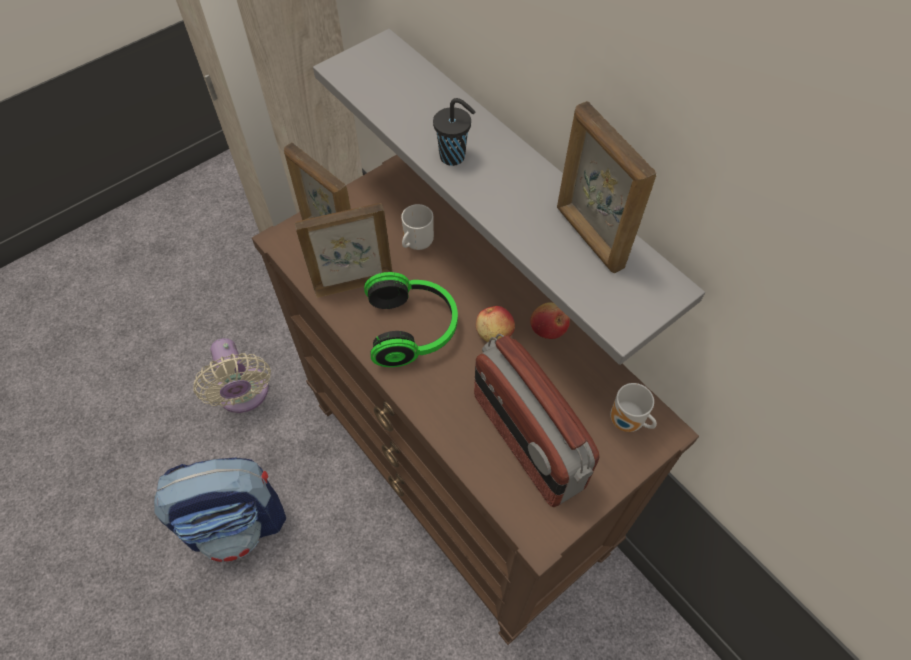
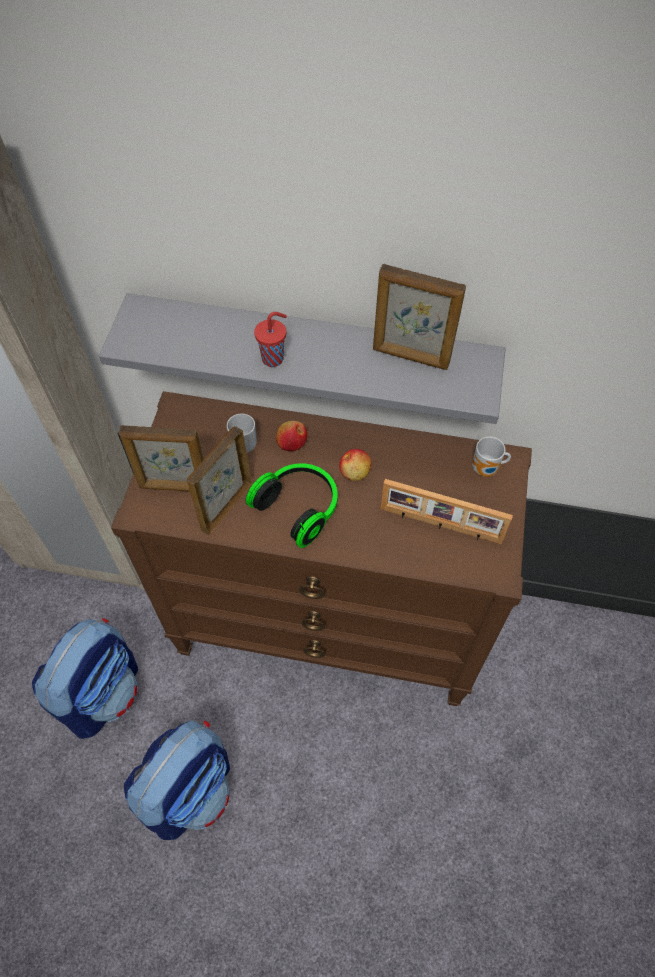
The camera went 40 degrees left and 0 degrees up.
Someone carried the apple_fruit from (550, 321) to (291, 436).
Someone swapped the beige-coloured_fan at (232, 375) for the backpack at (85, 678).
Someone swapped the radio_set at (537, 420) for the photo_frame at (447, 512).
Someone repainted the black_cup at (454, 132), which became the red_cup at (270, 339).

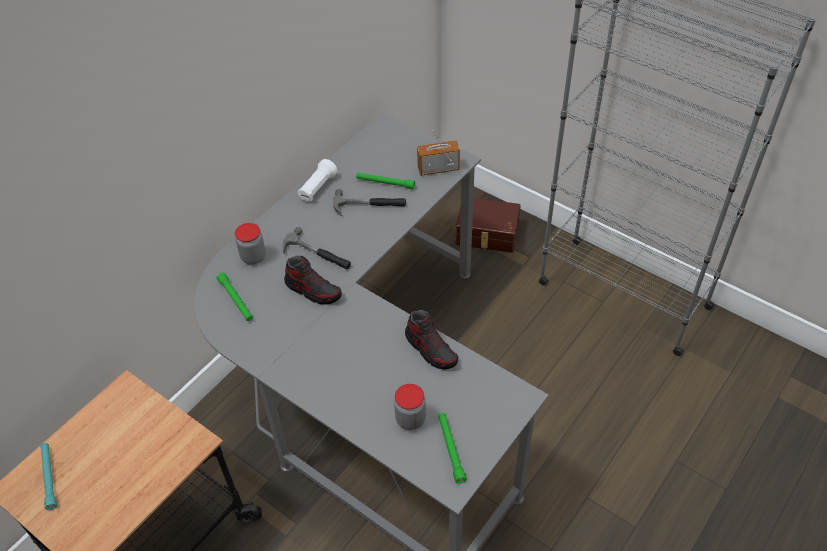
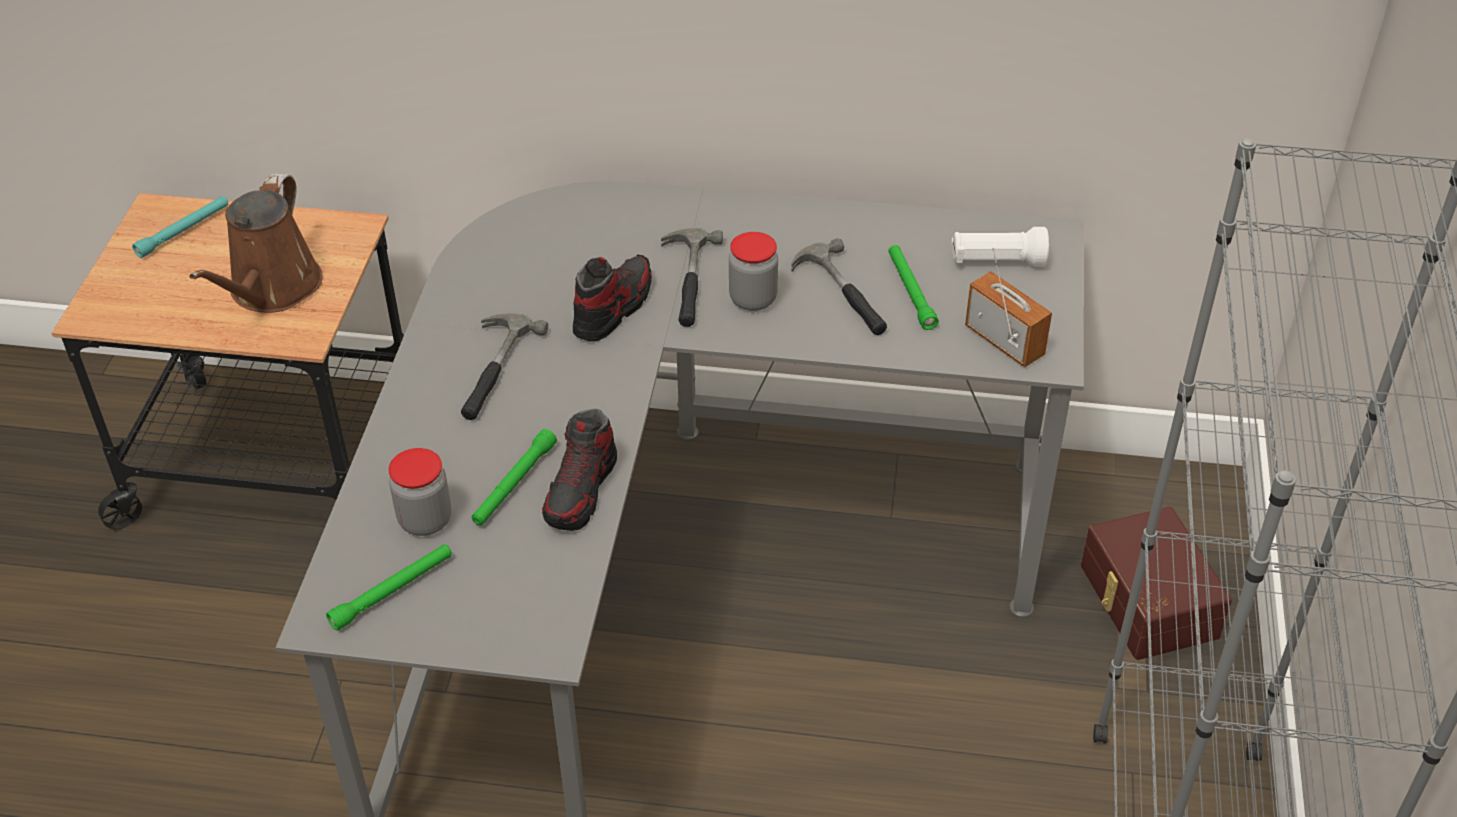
The camera went 60 degrees right and 5 degrees down.
Someone put down the brownish_watering_can at (256, 243).
Someone put down the hand_hammer at (504, 366).
Someone carried the green-coloured_flashlight from (235, 296) to (514, 477).
Someone carried the jar from (250, 244) to (753, 271).
Someone carried the white_flashlight from (317, 180) to (1000, 246).
Someone rotated the shoe at (313, 280) by 150 degrees counterclockwise.

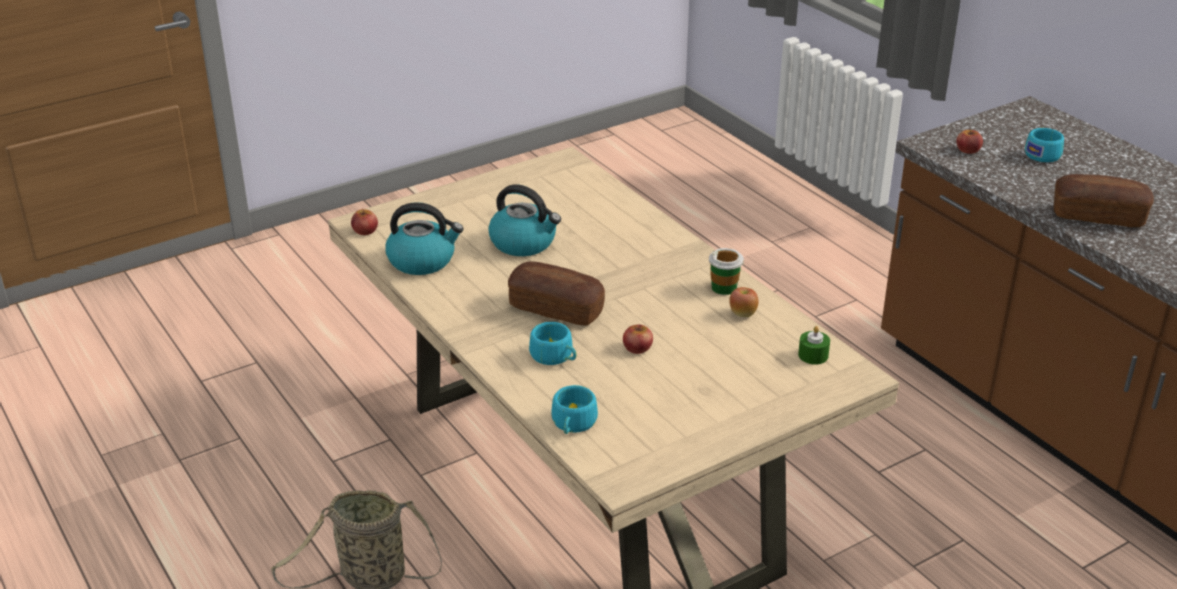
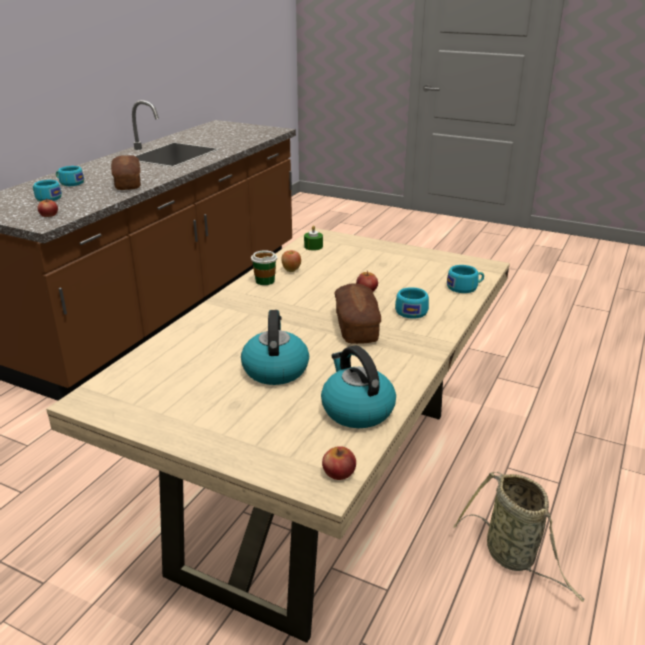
The camera went 120 degrees left and 5 degrees down.
Someone put down the turquoise-coloured_cup at (70, 176).

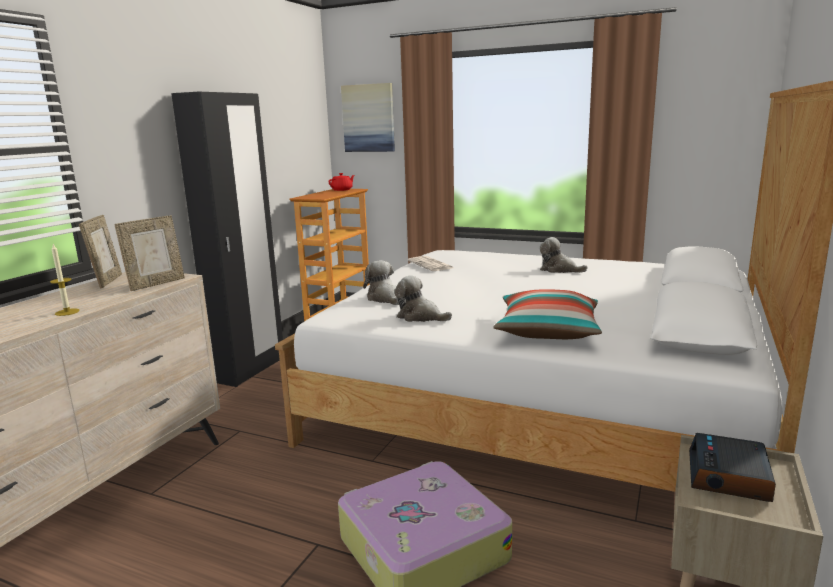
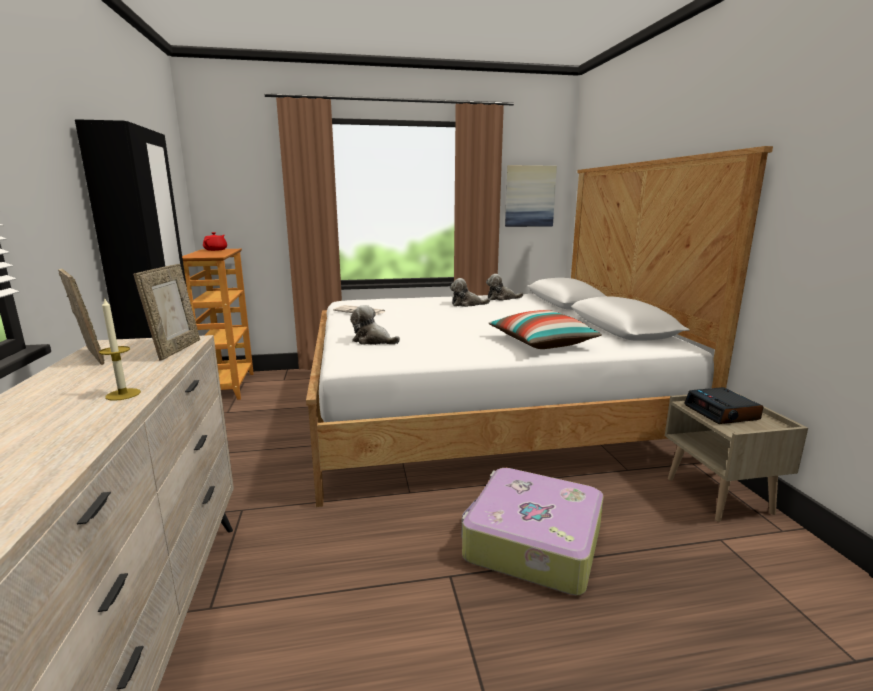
The camera went 35 degrees left and 0 degrees up.
Someone carried the wall_art from (368, 117) to (531, 196).
Someone carried the plush_toy from (423, 298) to (504, 287).

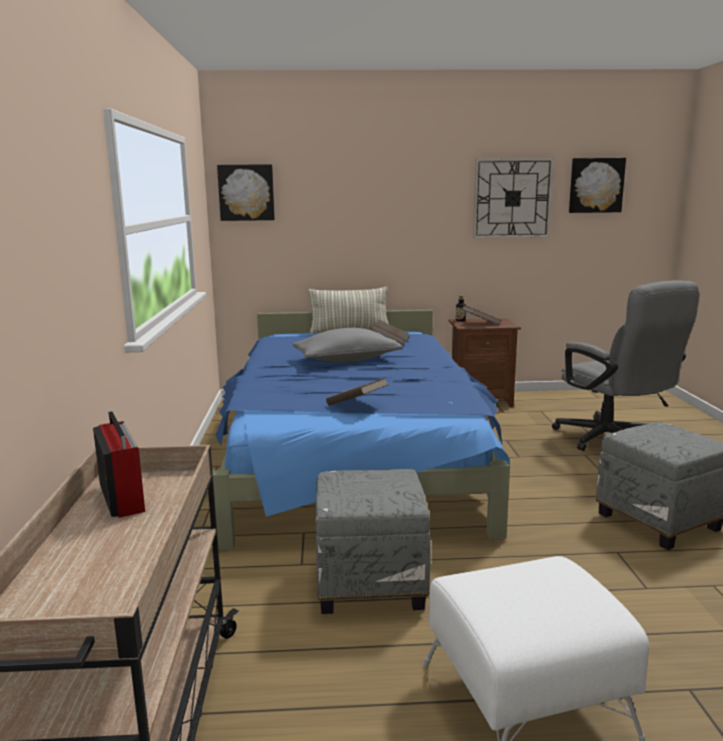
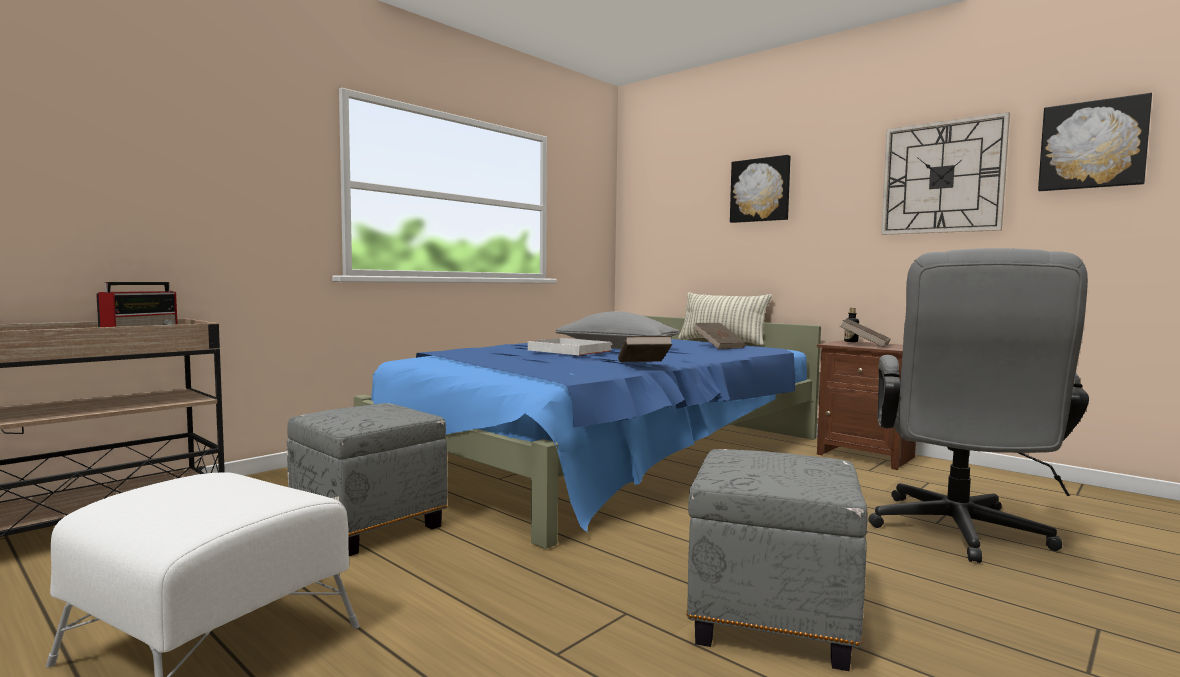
The camera went 45 degrees right and 10 degrees down.
Someone put down the white_tray at (570, 346).
Someone carried the wall_art from (246, 192) to (760, 189).
Someone carried the brownish_bound_book from (357, 392) to (645, 349).

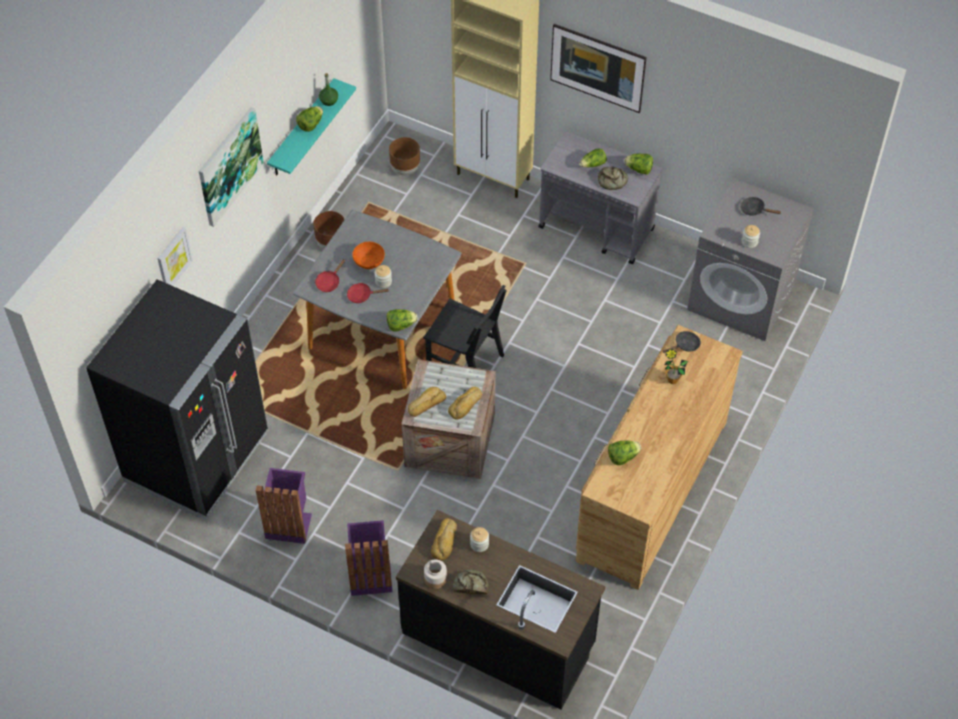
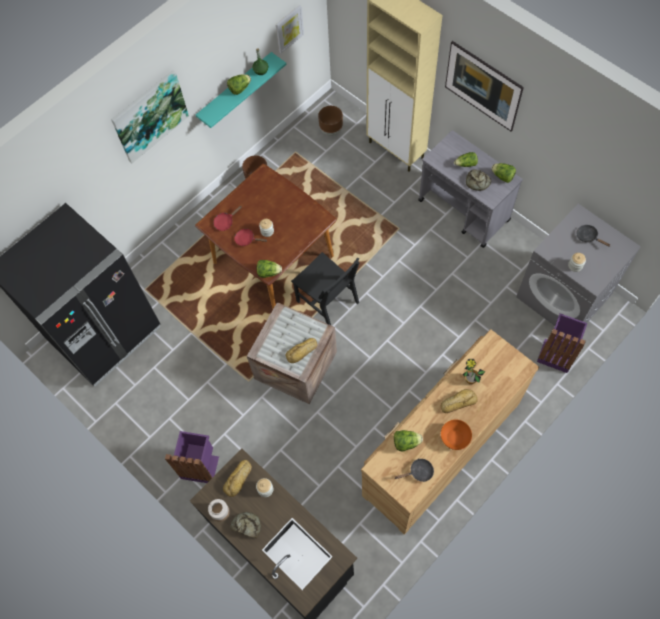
The camera went 20 degrees right and 10 degrees up.
Someone carried the wall_art from (175, 256) to (290, 29).
Someone carried the purple-coloured_waste_bin from (284, 506) to (562, 343).
Someone carried the orange_deep_dish from (368, 255) to (456, 434).
Someone carried the bakery_bread from (427, 402) to (459, 401).
Someone carried the black_frying_pan from (682, 342) to (414, 470).
Someone repainted the gray_dining_table at (377, 299), which became the brownish_dining_table at (266, 236).

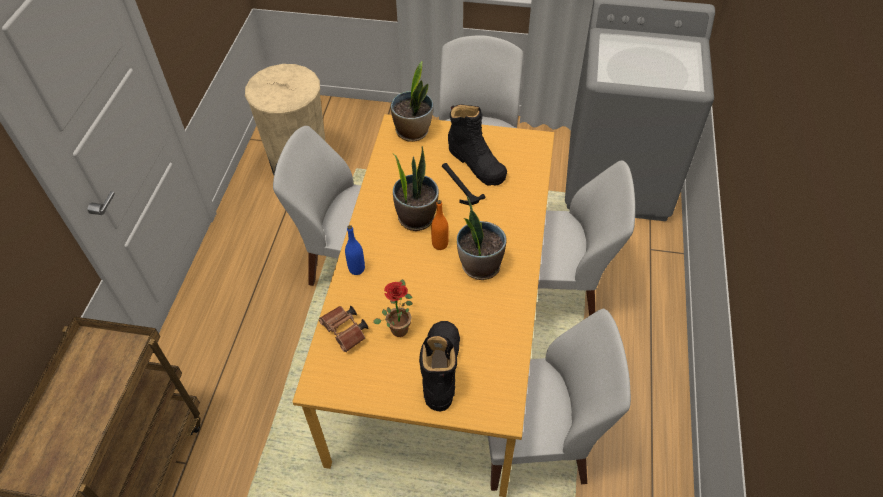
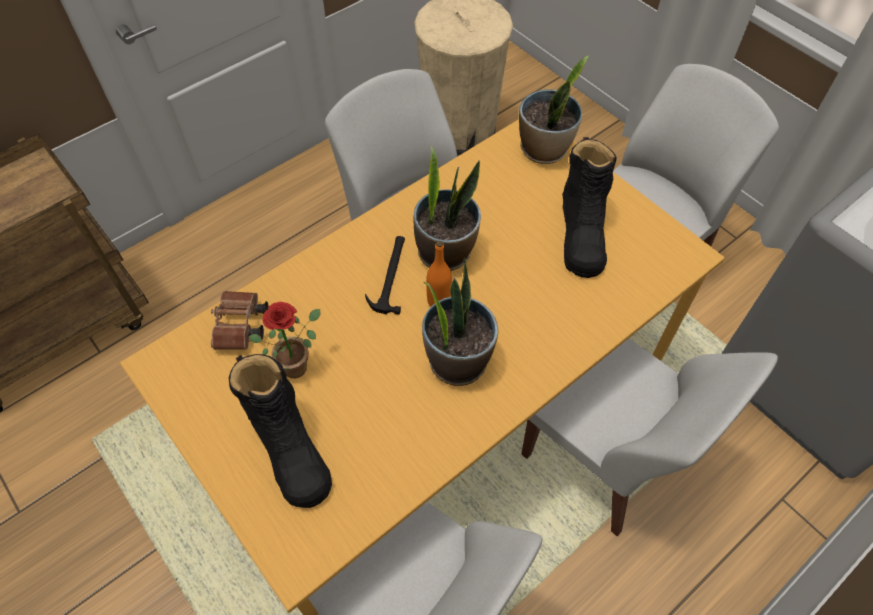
The camera went 40 degrees right and 5 degrees up.
Someone took away the blue-coloured_beverage_bottle at (355, 250).
Someone carried the hand_hammer from (463, 184) to (385, 275).
Someone rotated the black_high-top_boot at (439, 366) by 105 degrees clockwise.

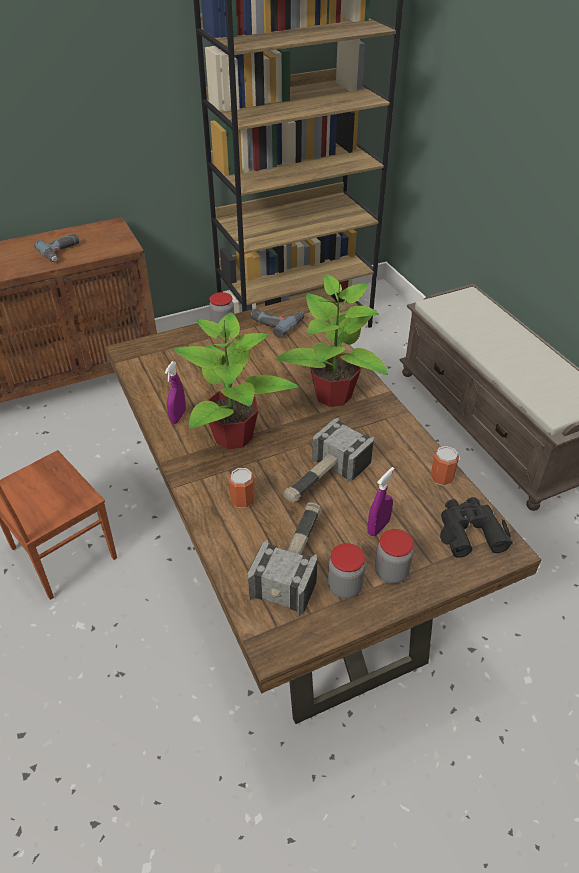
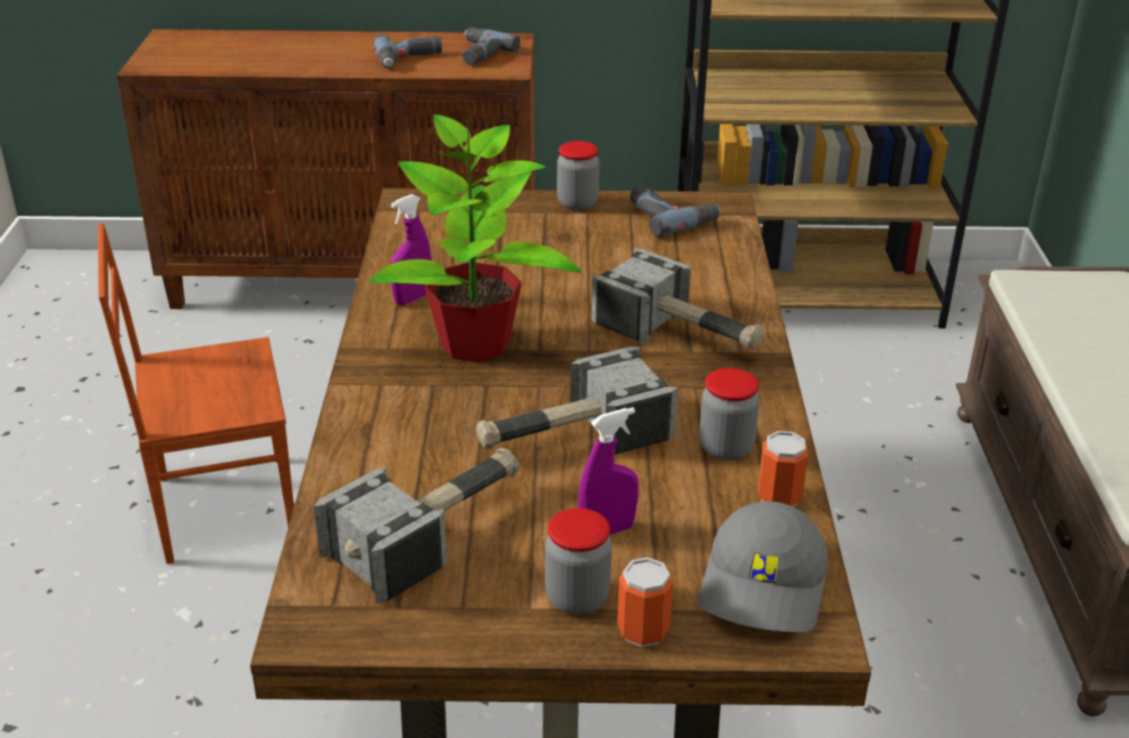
The camera went 25 degrees right and 10 degrees down.
Someone put down the electric_drill at (491, 46).
Someone carried the metal_can from (242, 488) to (645, 602).
Someone carried the jar from (346, 571) to (729, 414).
Someone swapped the potted_plant at (332, 340) for the hand_hammer at (678, 299).
Someone swapped the black_field_glasses at (476, 527) for the gray_baseball_cap at (763, 566).

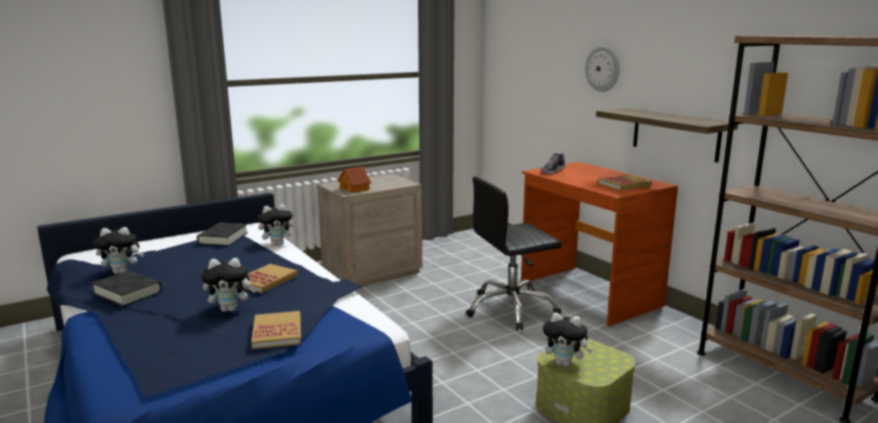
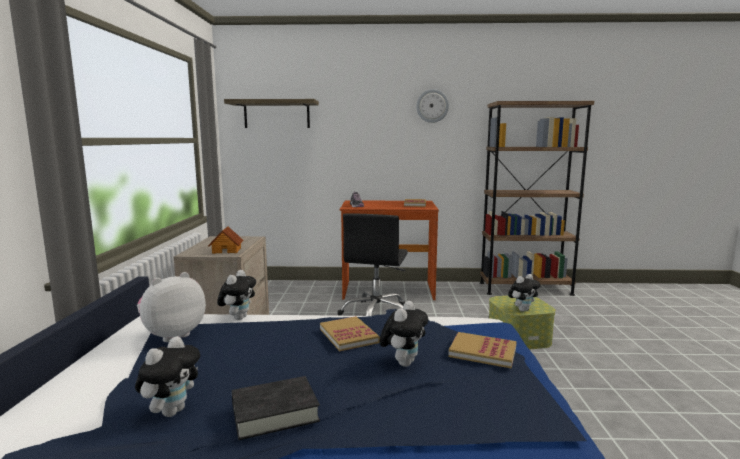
The camera went 55 degrees left and 5 degrees down.
Someone carried the wall_clock from (602, 69) to (432, 106).
Someone carried the wall_shelf from (667, 135) to (271, 113).
Someone swapped the black_bound_book at (222, 234) for the plush_toy at (171, 307).

